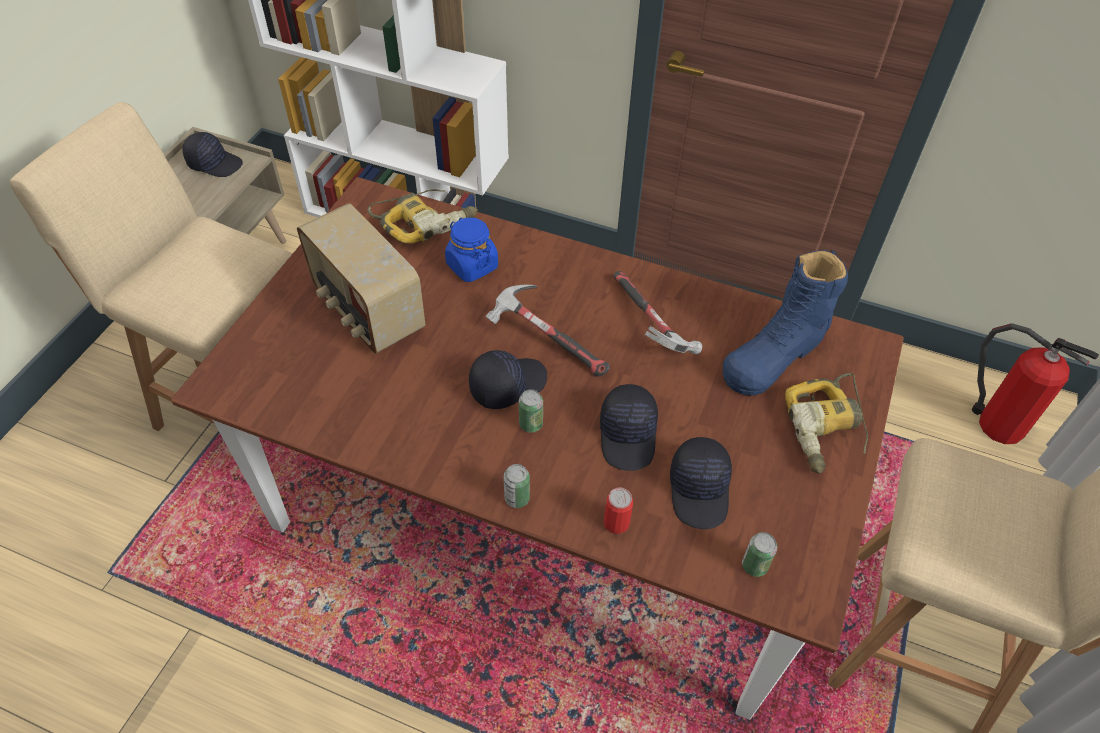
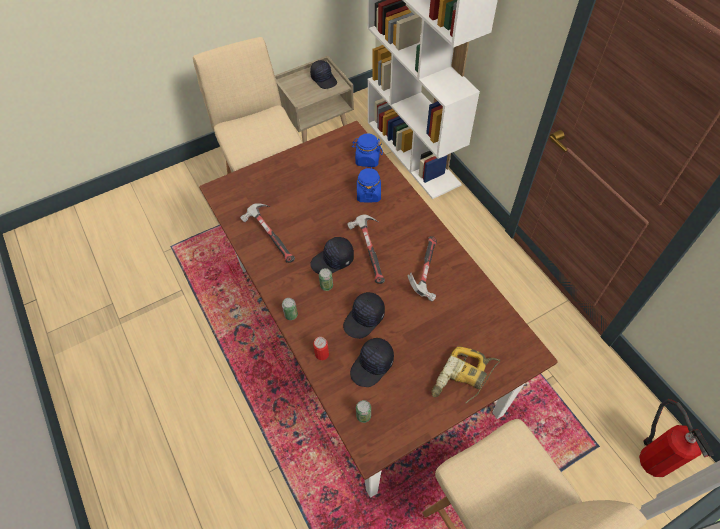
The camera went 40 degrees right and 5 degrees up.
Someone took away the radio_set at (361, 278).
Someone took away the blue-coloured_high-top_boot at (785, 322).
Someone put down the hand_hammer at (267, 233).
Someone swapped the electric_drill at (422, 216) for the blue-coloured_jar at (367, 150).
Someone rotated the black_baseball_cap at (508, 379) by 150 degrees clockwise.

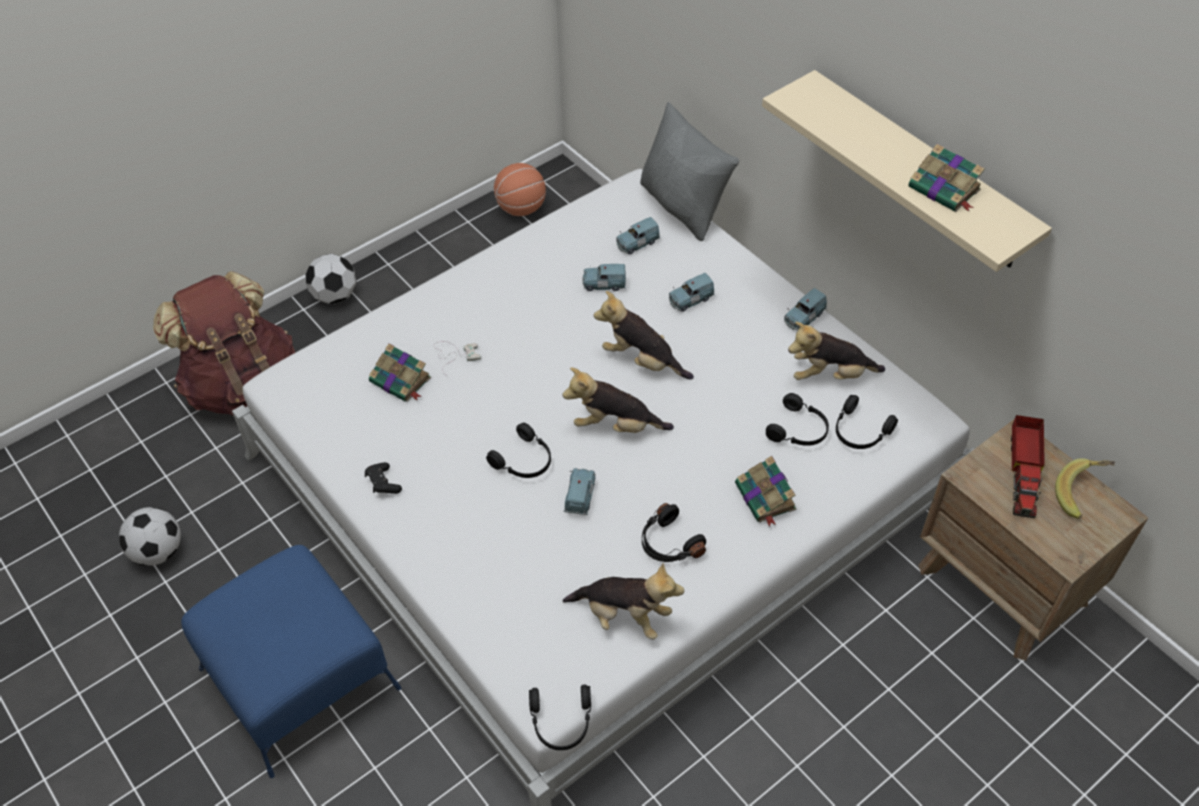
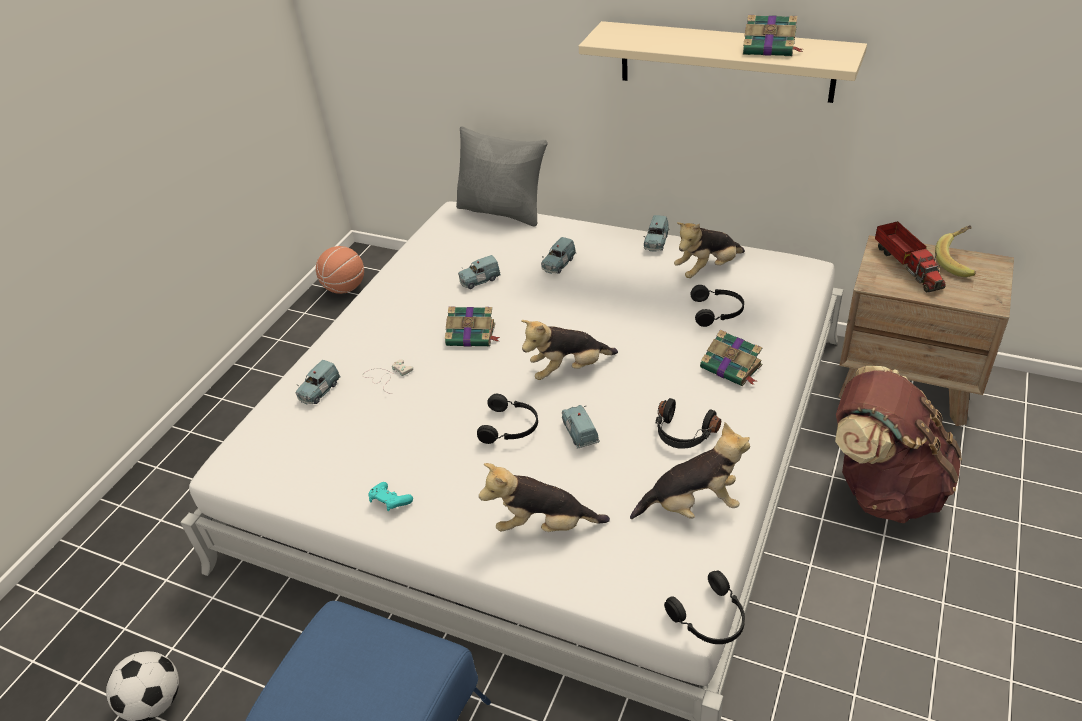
The camera went 25 degrees left and 10 degrees down.
Someone took away the football_ball at (330, 279).
Someone took away the black_headphones at (867, 422).
Someone carried the brownish_backpack from (224, 343) to (898, 444).
Someone carried the bound_book from (400, 373) to (472, 327).
Someone carried the plush_toy from (644, 335) to (544, 497).
Someone carried the blue-coloured_model_car from (638, 236) to (318, 382).
Someone repainted the black_joypad at (383, 478), which became the turquoise-coloured_joypad at (390, 496).

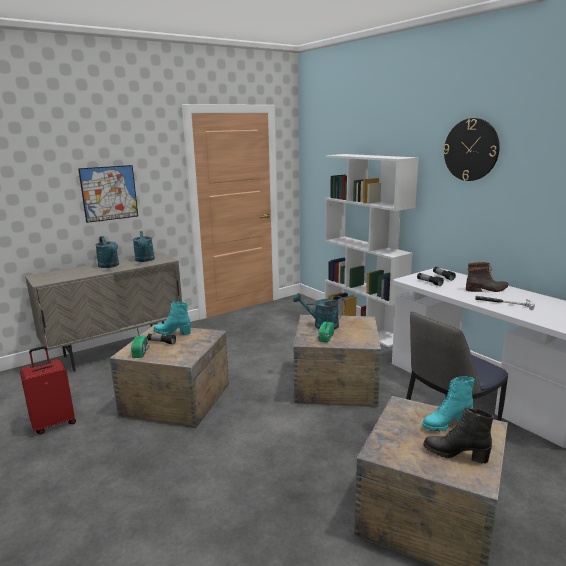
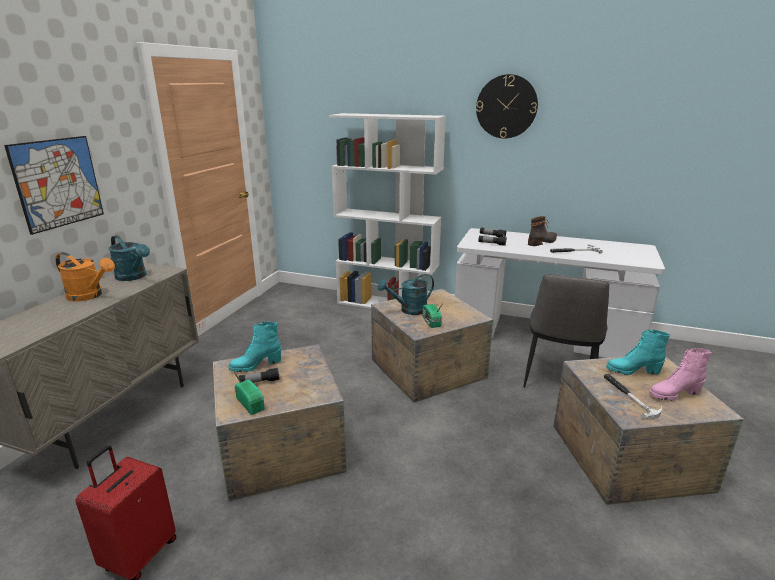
The camera went 35 degrees left and 5 degrees up.
Someone put down the hand_hammer at (633, 397).
Someone repainted the turquoise-coloured_watering_can at (107, 252), which became the orange_watering_can at (85, 276).
Someone repainted the black_high-top_boot at (458, 436), which became the pink-coloured_high-top_boot at (680, 374).
Someone rotated the turquoise-coloured_high-top_boot at (448, 403) by 60 degrees clockwise.

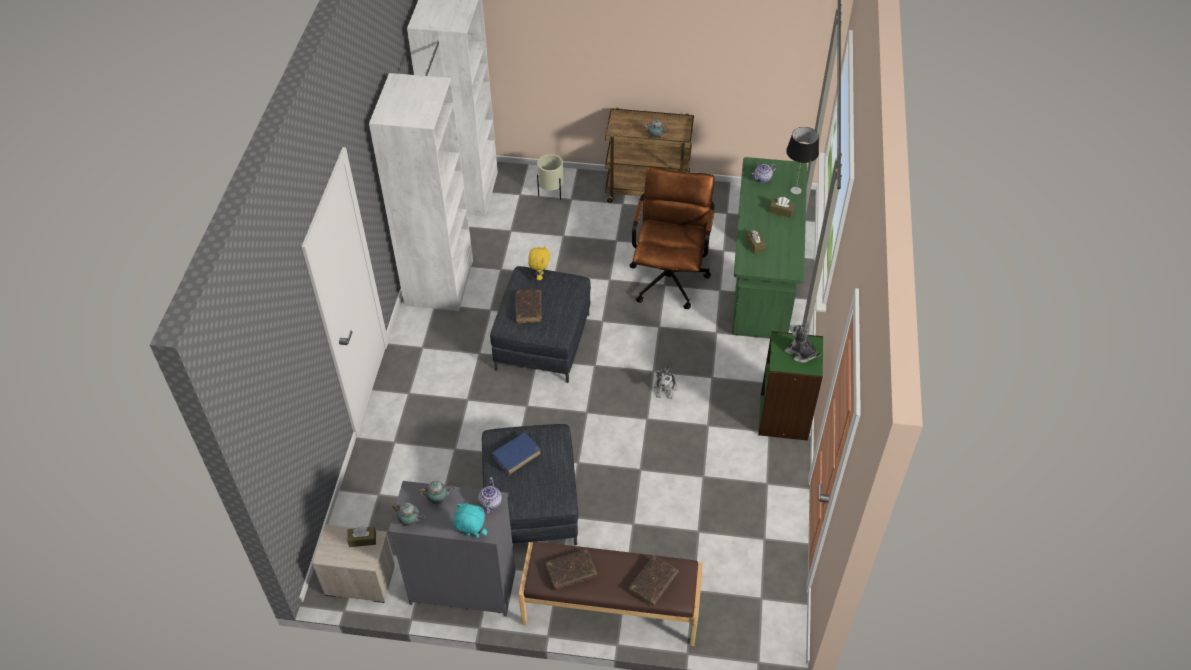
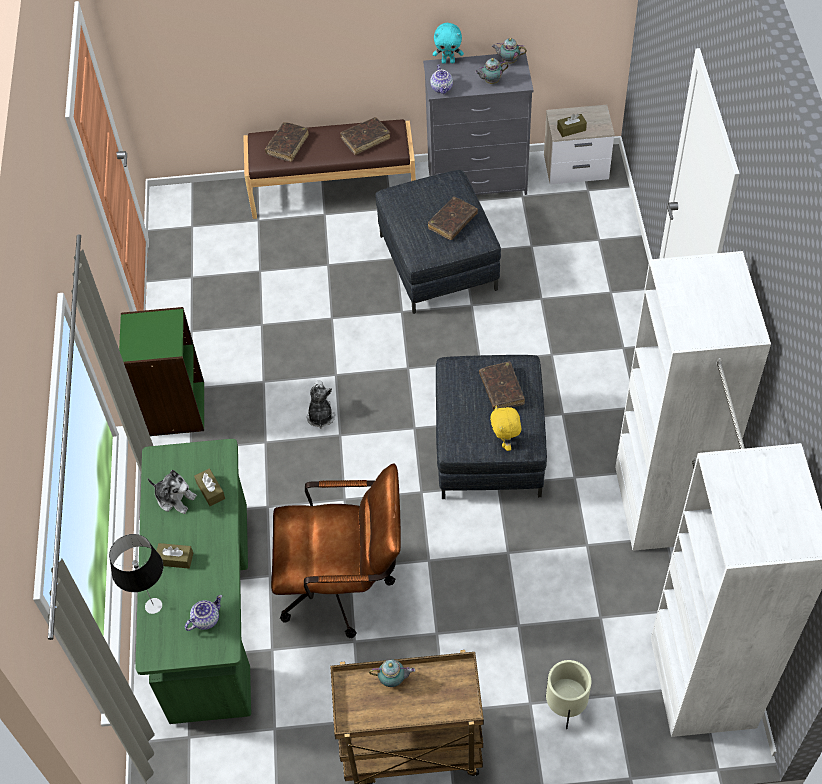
The camera went 170 degrees right and 5 degrees up.
Someone carried the plush_toy from (803, 342) to (172, 492).
Someone repainted the blue-coloured_bound_book at (516, 454), which became the brownish_bound_book at (453, 218).
Someone rotated the brownish_office_chair at (672, 238) by 90 degrees counterclockwise.

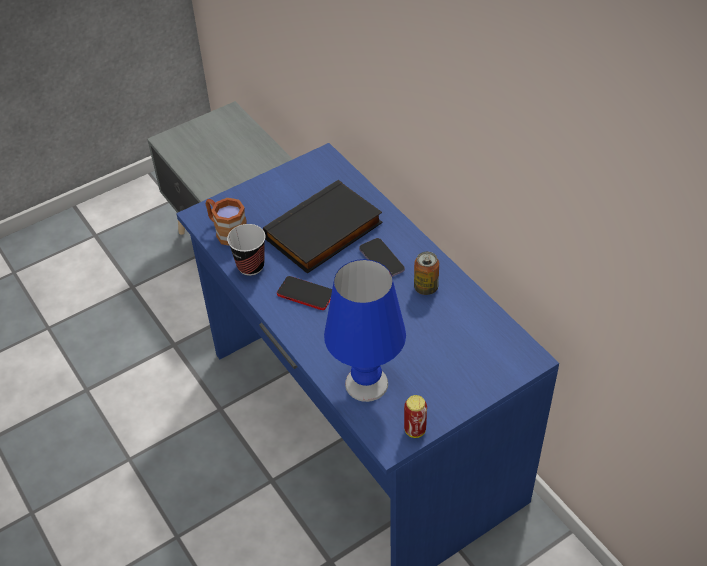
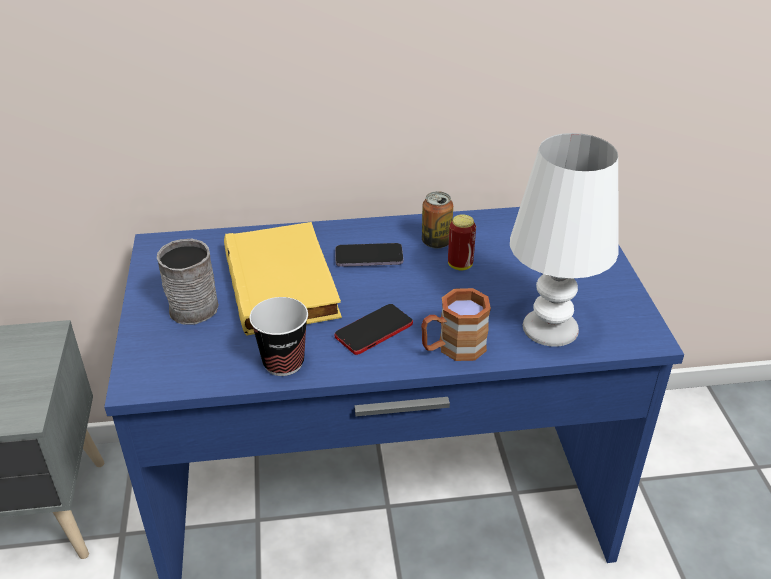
The camera went 65 degrees left and 10 degrees down.
Someone put down the gray_coffee_mug at (188, 282).
Someone carried the brownish_coffee_mug from (226, 222) to (456, 324).
Someone carried the metal_can from (415, 416) to (462, 242).
Someone repainted the black_bound_book at (323, 227), which became the yellowish_bound_book at (283, 278).
Someone repainted the blue-coloured_tabletop_lamp at (365, 330), which became the white_tabletop_lamp at (564, 240).

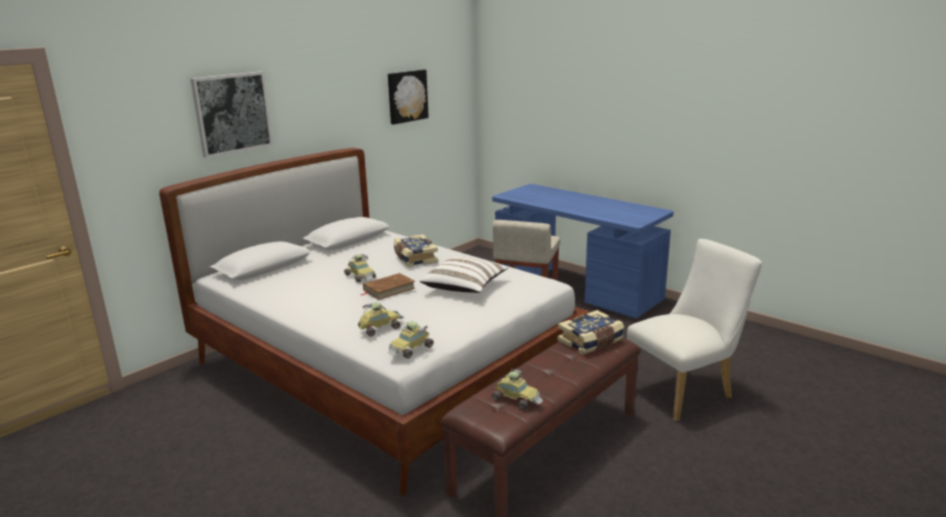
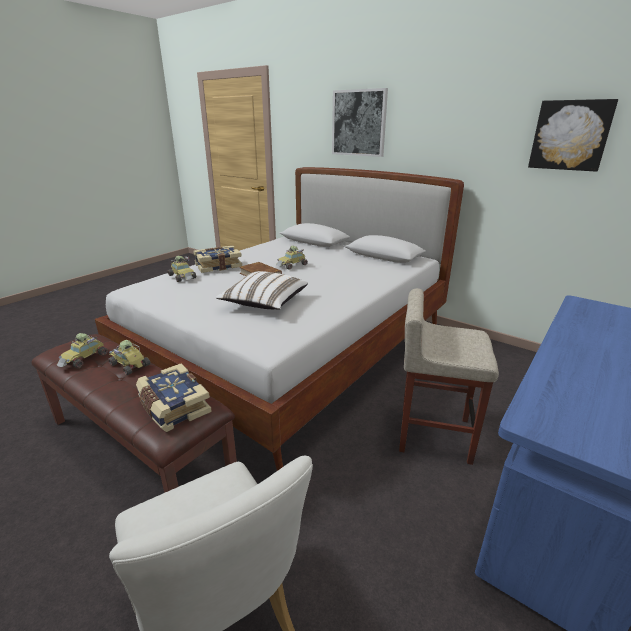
The camera went 85 degrees right and 5 degrees up.
Someone carried the model_car from (411, 340) to (129, 357).
Someone carried the bound_book from (415, 250) to (218, 259).

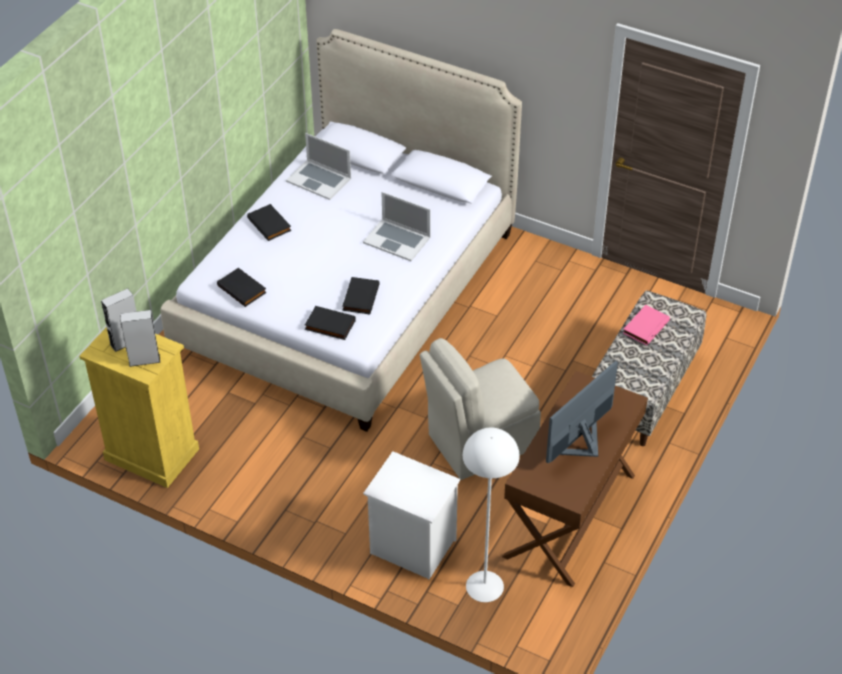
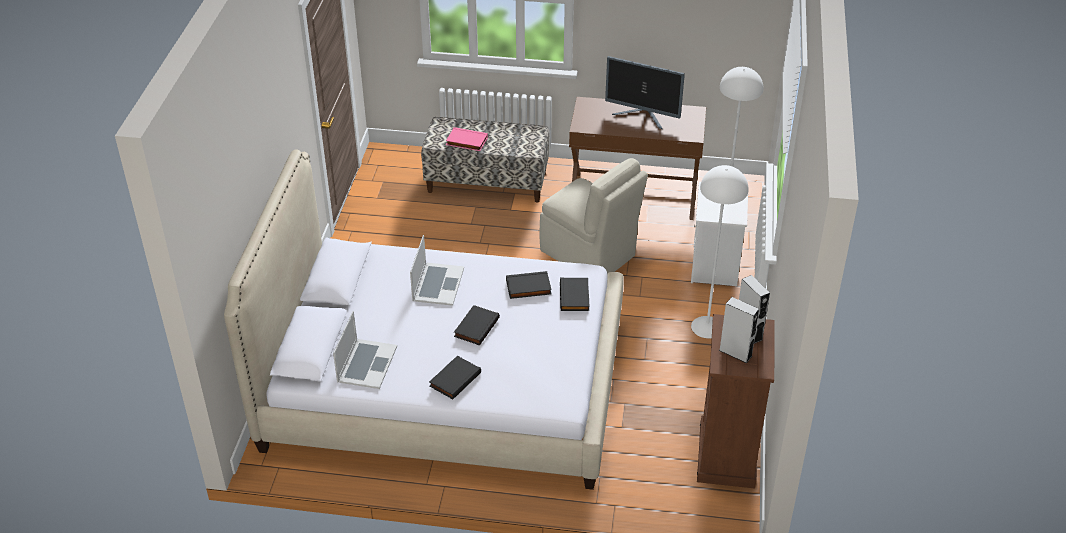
The camera went 110 degrees left and 5 degrees down.
Someone put down the white_standing_lamp at (720, 251).
Someone carried the black_bound_book from (242, 287) to (477, 325).
Someone repainted the yellowish_drawer_chest at (139, 408), which became the brownish_drawer_chest at (736, 401).

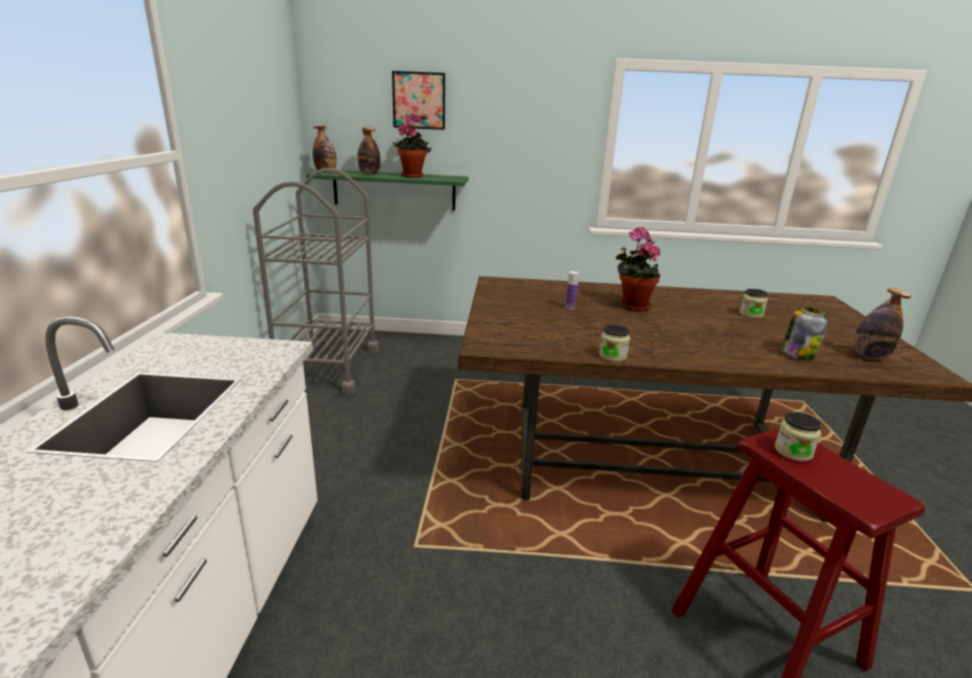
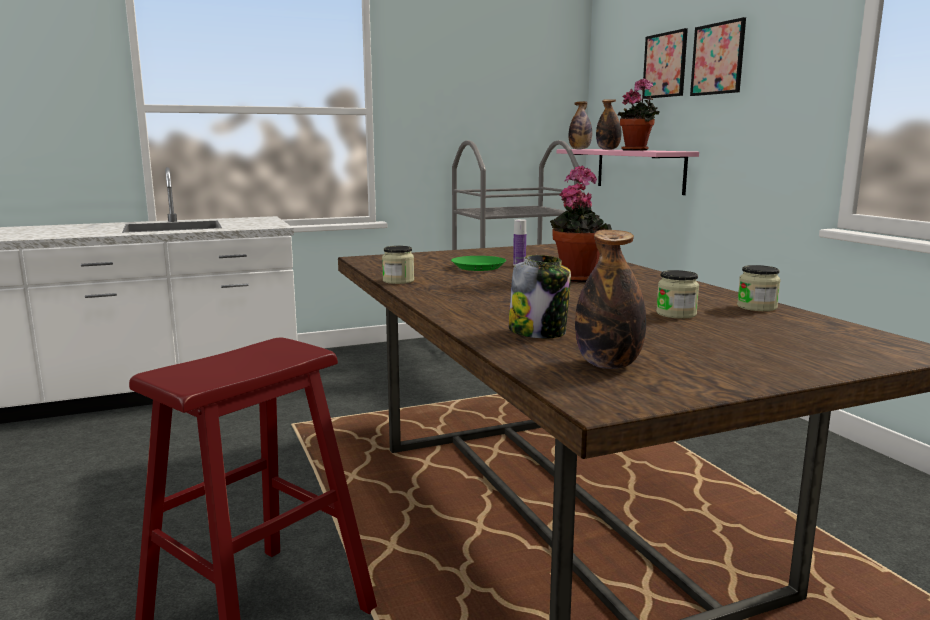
The camera went 65 degrees right and 10 degrees down.
Someone put down the green-coloured_flat_dish at (478, 263).
Someone put up the wall_art at (718, 56).
Someone carried the jar from (798, 436) to (759, 288).
Someone repainted the green-coloured_wall_shelf at (387, 190), which became the pink-coloured_wall_shelf at (628, 172).

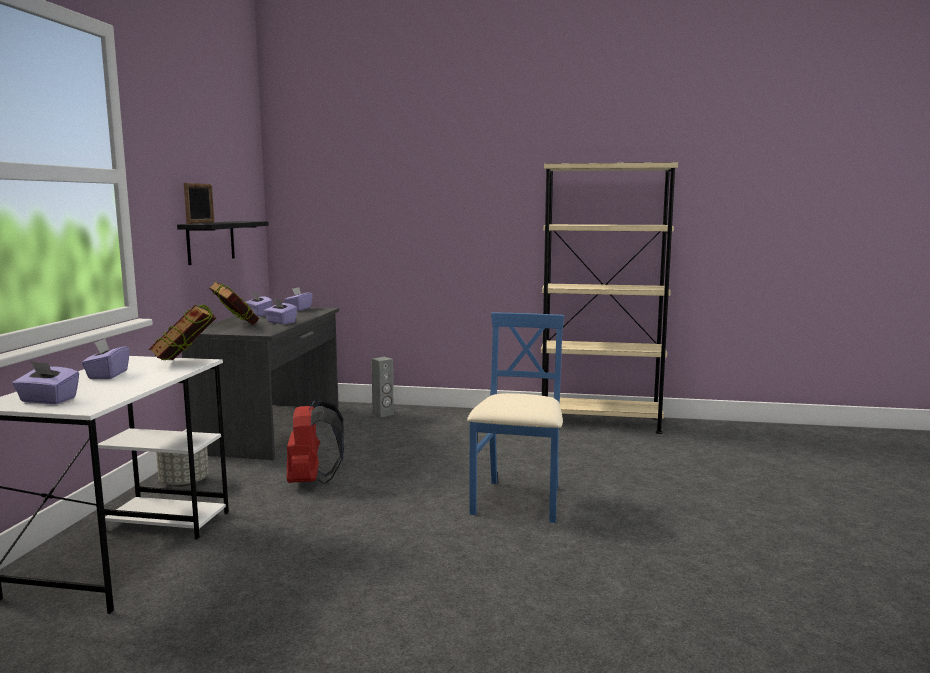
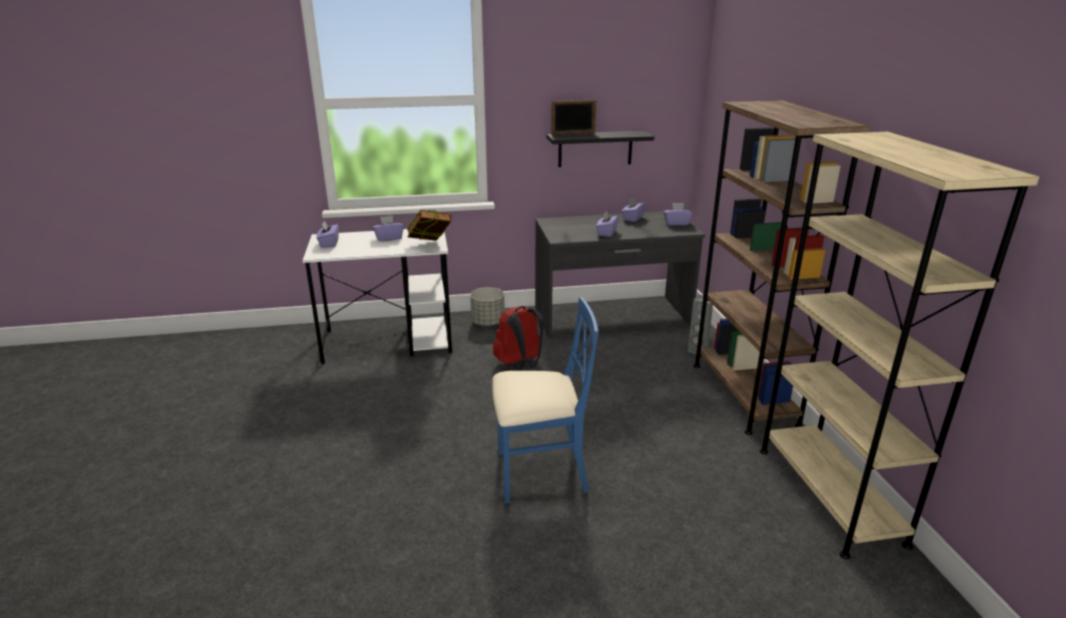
The camera went 70 degrees right and 15 degrees up.
Someone took away the bound_book at (234, 303).
Someone put down the brownish_bookcase at (782, 267).

